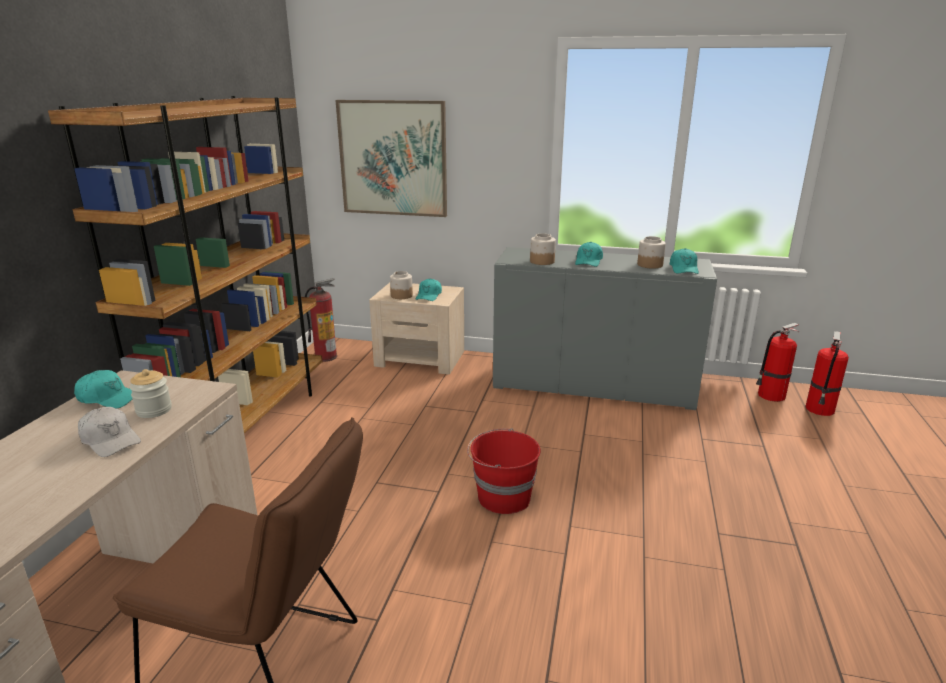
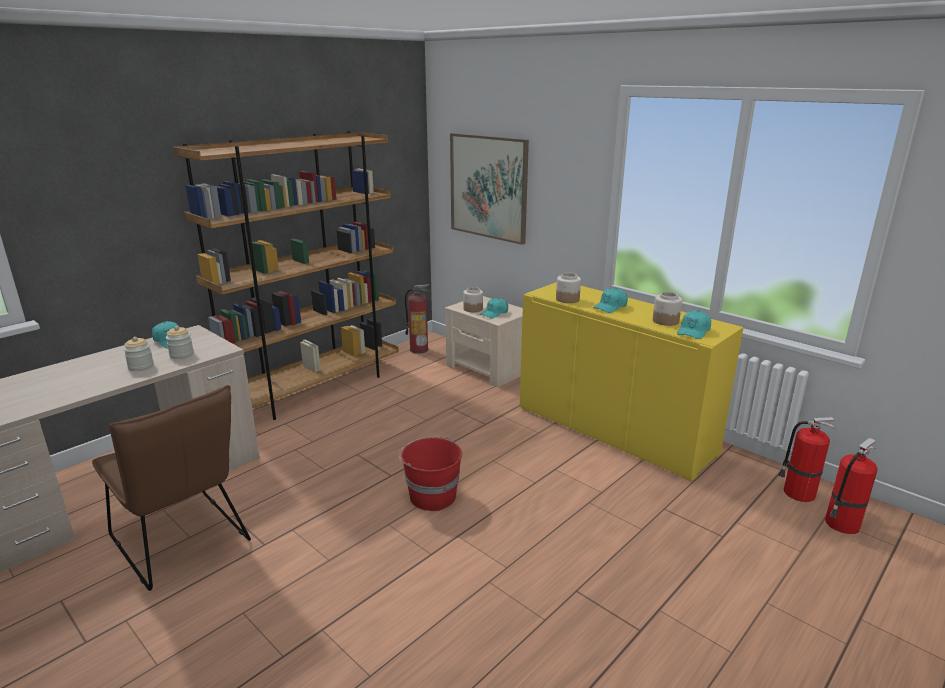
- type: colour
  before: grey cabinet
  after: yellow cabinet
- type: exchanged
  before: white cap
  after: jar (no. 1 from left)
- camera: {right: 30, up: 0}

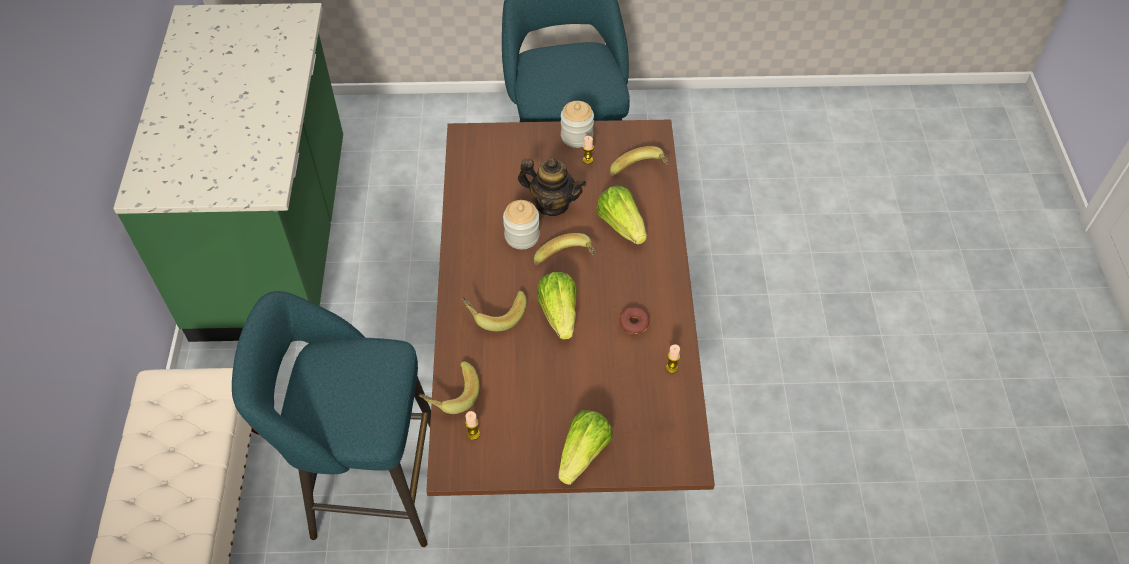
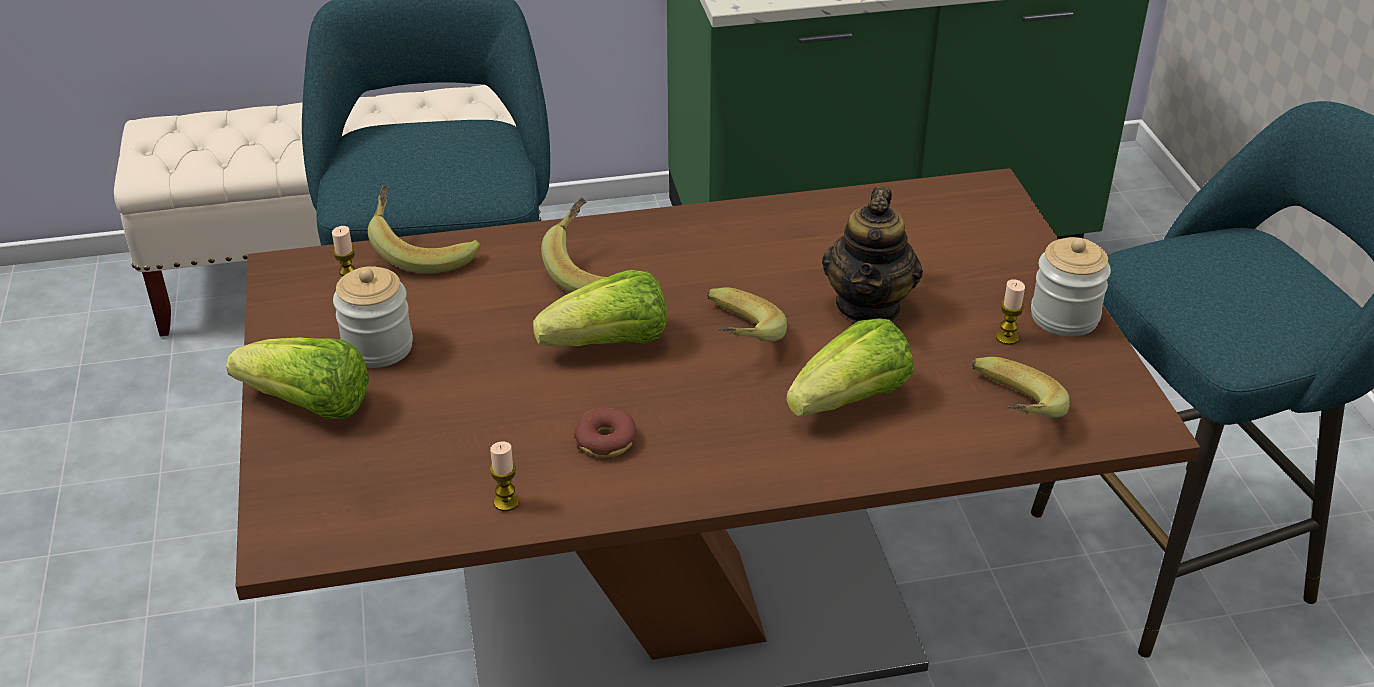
- type: relocated
  before: jar (no. 1 from left)
- camera: {right: 80, up: -15}

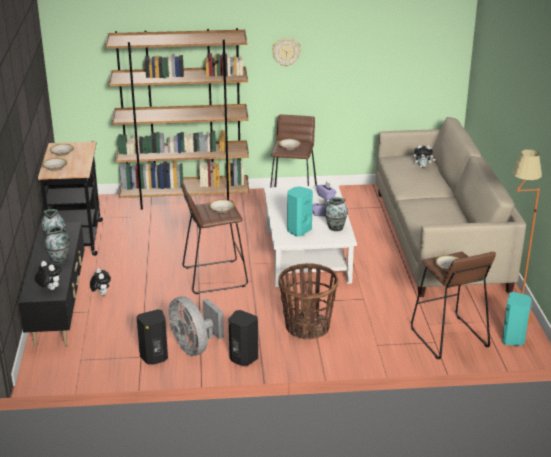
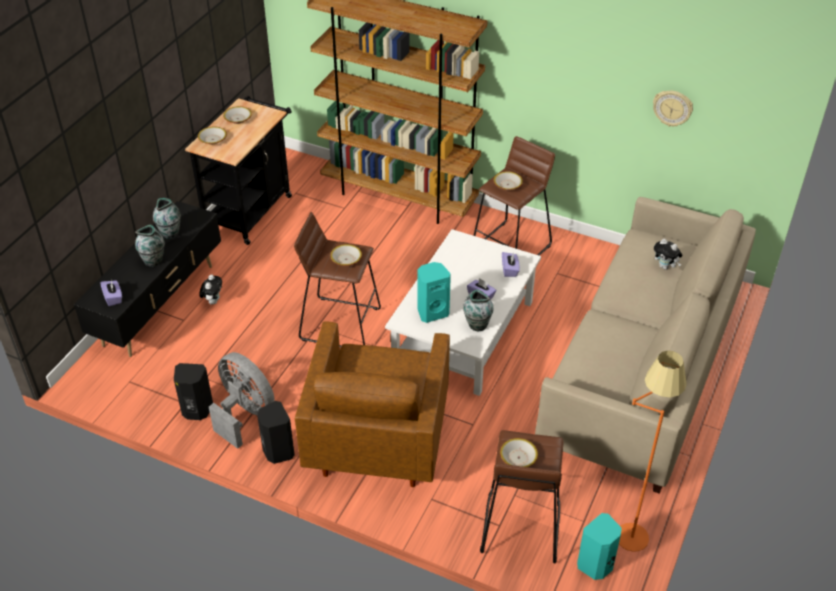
- type: relocated
  before: wall clock
- type: exchanged
  before: plush toy (no. 1 from left)
  after: purple tissue box (no. 1 from left)
- type: exchanged
  before: basket
  after: brown armchair
- type: spun
  before: grey fan
  turn: 135
- camera: {right: 30, up: 15}

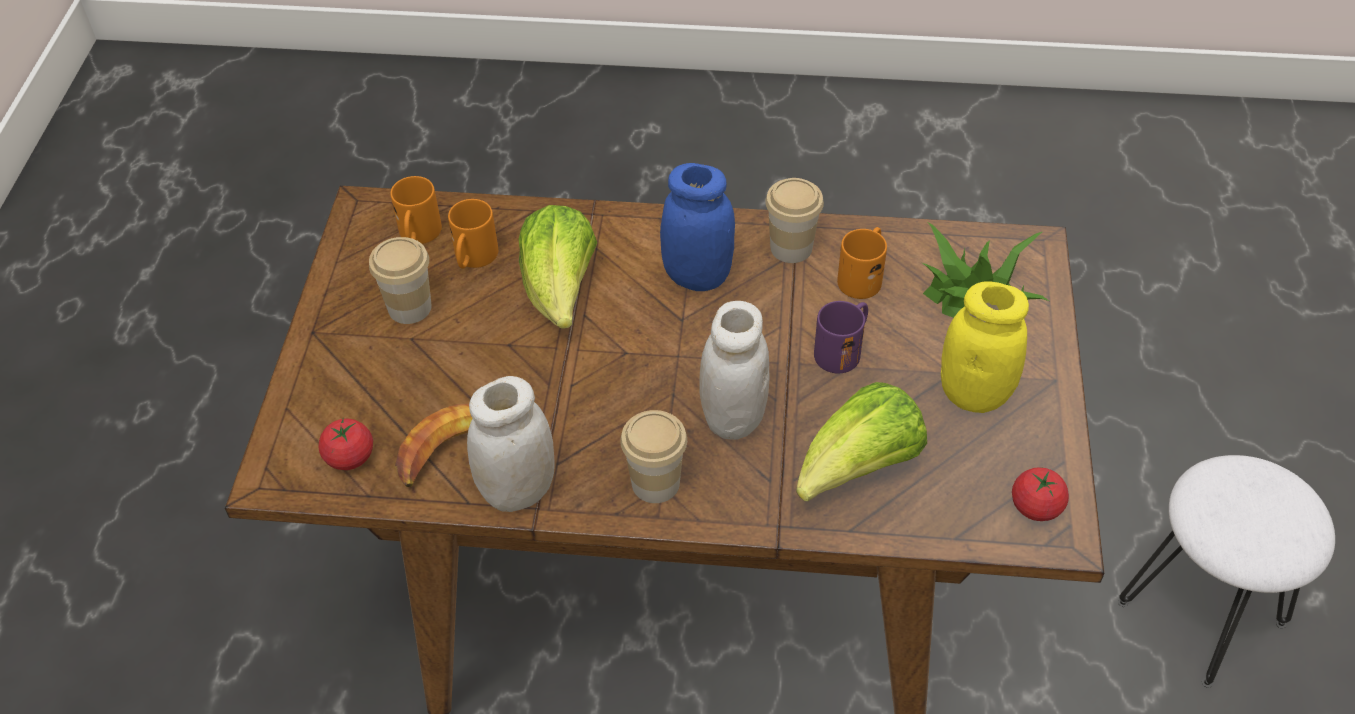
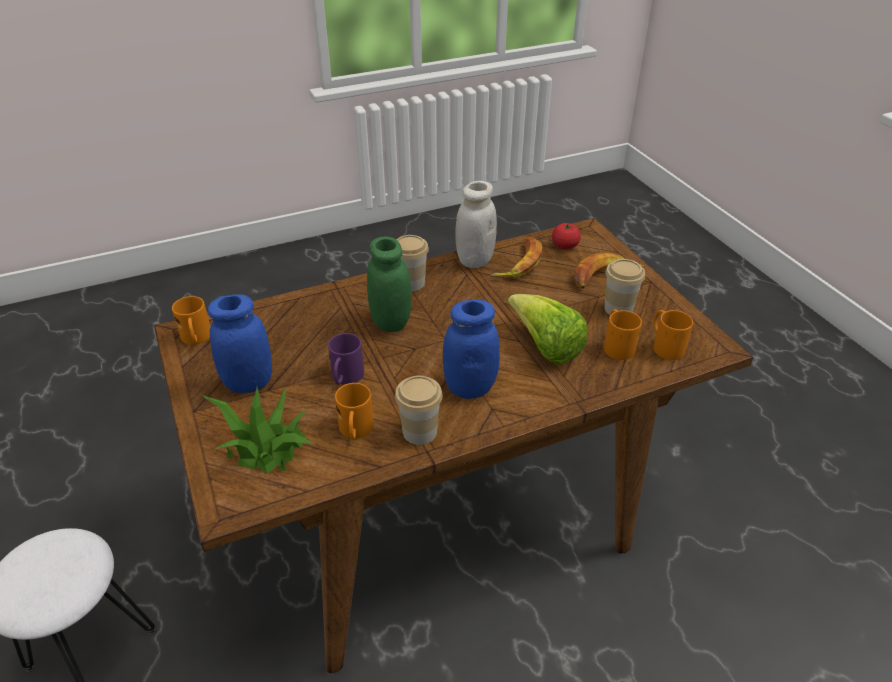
- type: colour
  before: yellow jar
  after: blue jar (no. 1 from left)
- type: colour
  before: white jar (no. 2 from left)
  after: green jar
- type: missing
  before: lettuce (no. 2 from left)
- type: exchanged
  before: tomato (no. 2 from left)
  after: orange mug (no. 1 from left)
- type: appeared
  after: banana (no. 2 from left)
- camera: {right: 150, up: -10}

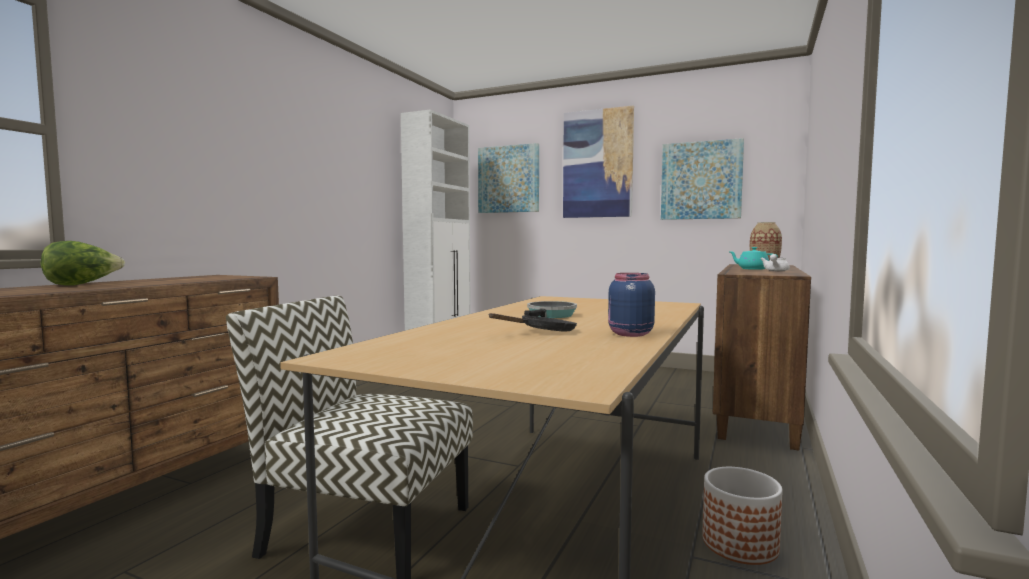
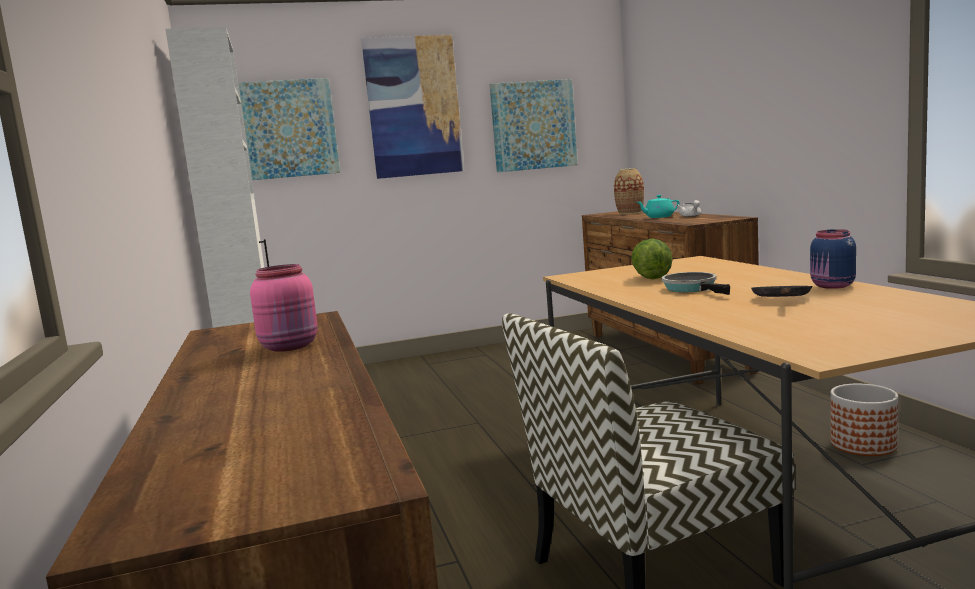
- type: relocated
  before: lettuce
- type: appeared
  after: pink jar
- camera: {right: -40, up: 5}

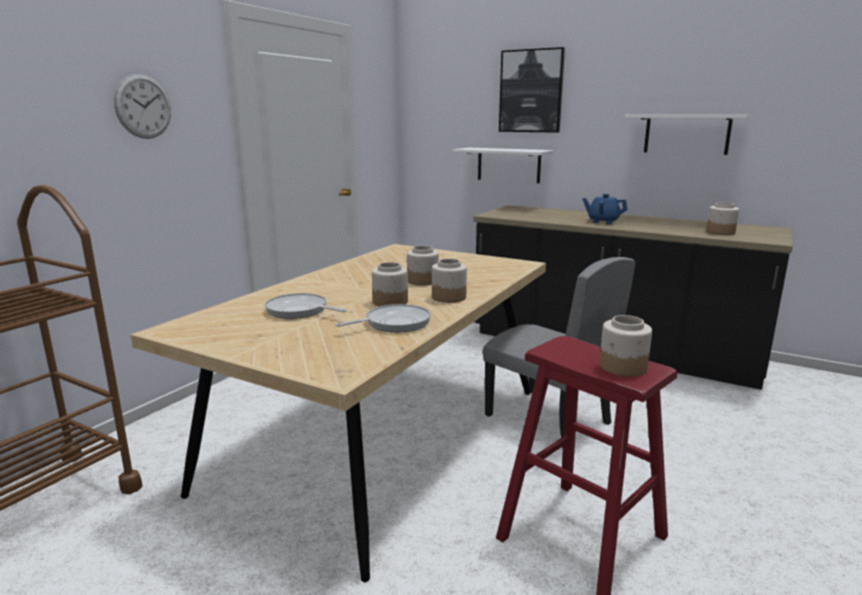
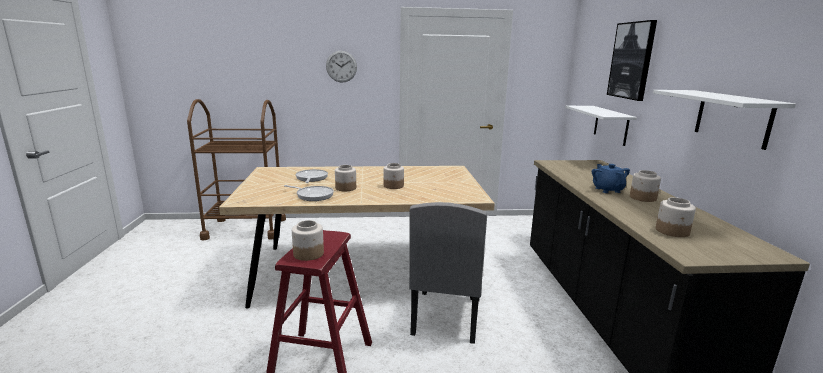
- type: relocated
  before: jar (no. 3 from left in the first image)
  after: jar (no. 4 from left)
- camera: {right: 55, up: 0}

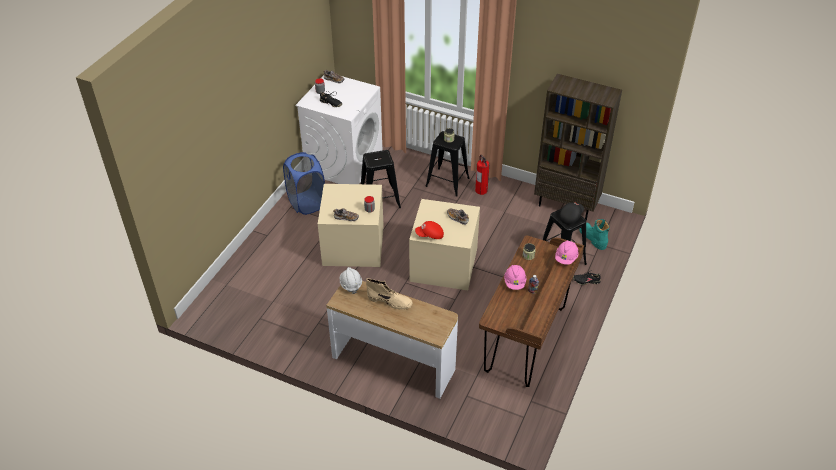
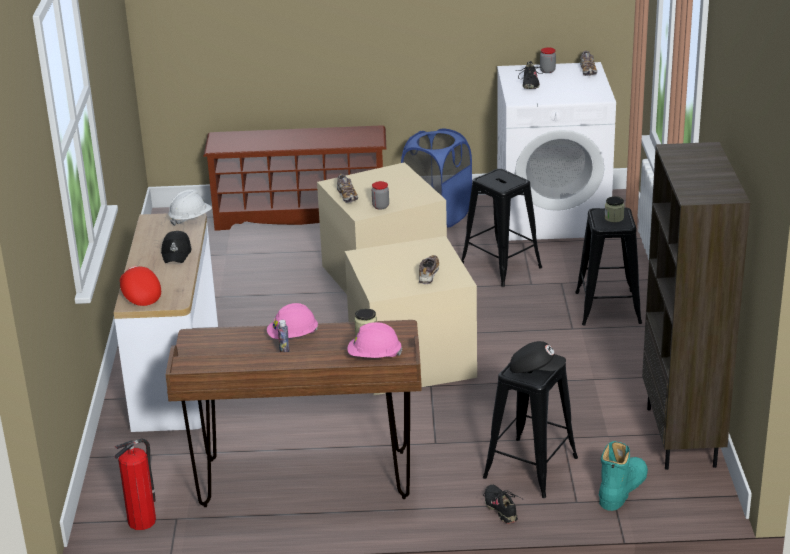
- type: relocated
  before: fire extinguisher
- type: relocated
  before: red cap
- type: exchanged
  before: beige boot
  after: black cap (no. 1 from left)
- type: appeared
  after: brown shoe rack
- camera: {right: 65, up: -15}

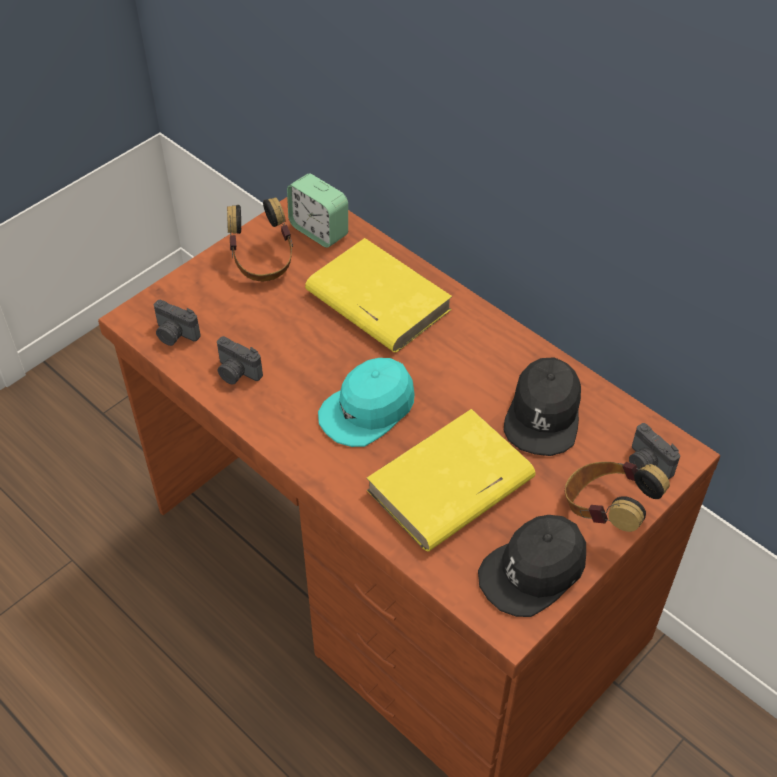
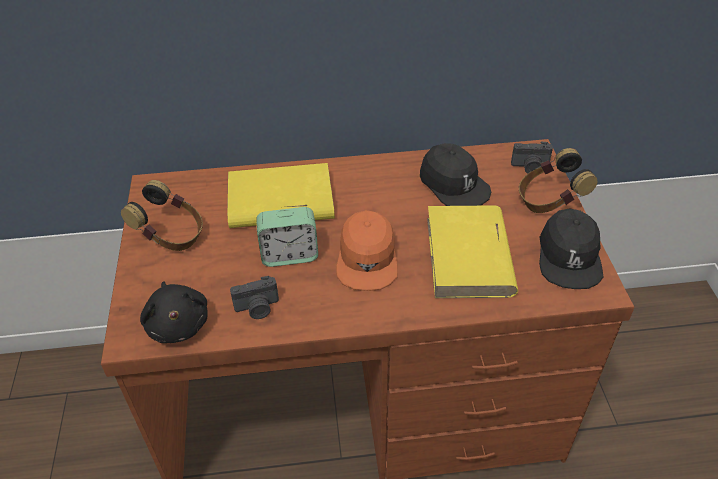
- type: relocated
  before: alarm clock
- type: exchanged
  before: photo camera (no. 1 from left)
  after: black plush toy
- type: colour
  before: turquoise cap
  after: orange cap
- camera: {right: -50, up: -5}

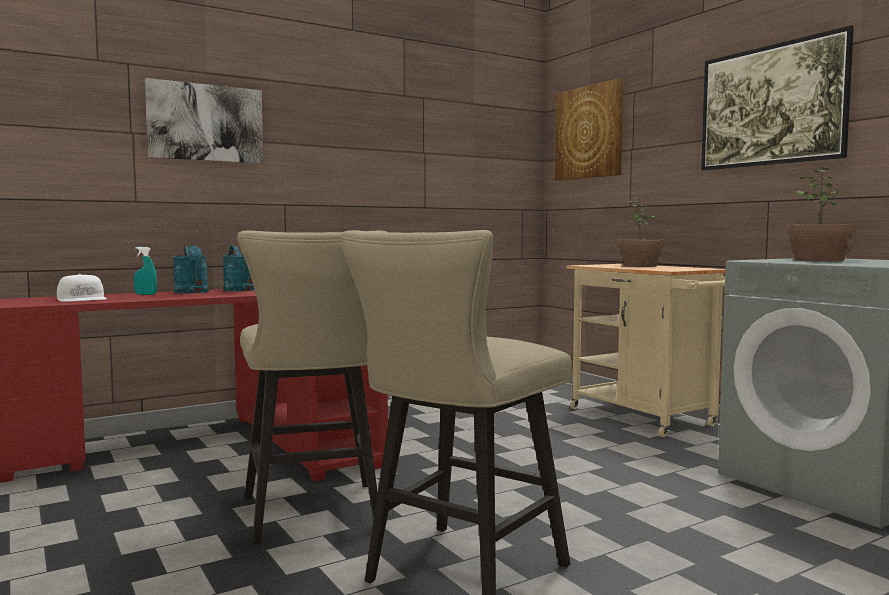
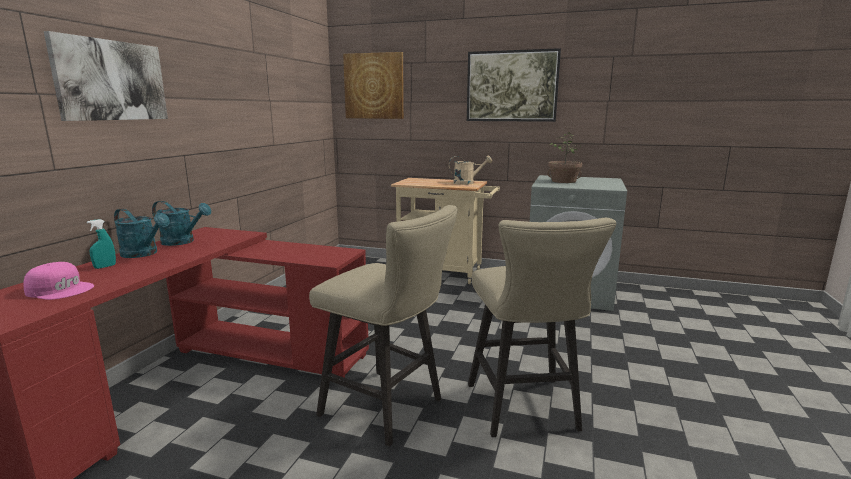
- type: missing
  before: potted plant (no. 1 from left)
- type: colour
  before: white cap
  after: pink cap
- type: appeared
  after: beige watering can
- camera: {right: -40, up: 10}

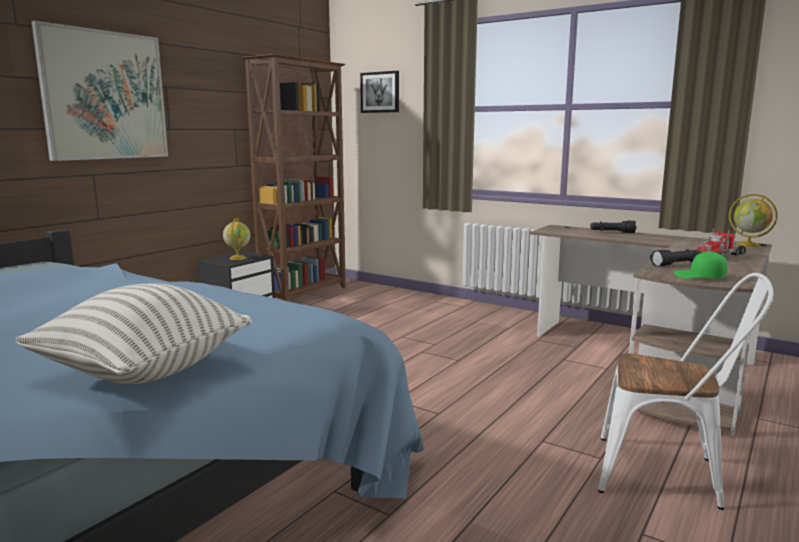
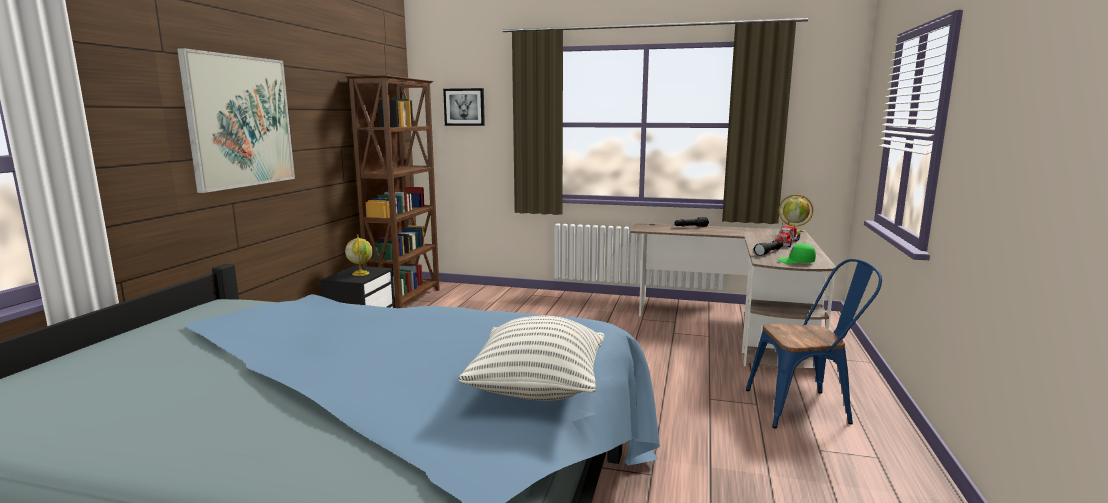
- type: colour
  before: white chair
  after: blue chair
- camera: {right: -20, up: 0}

